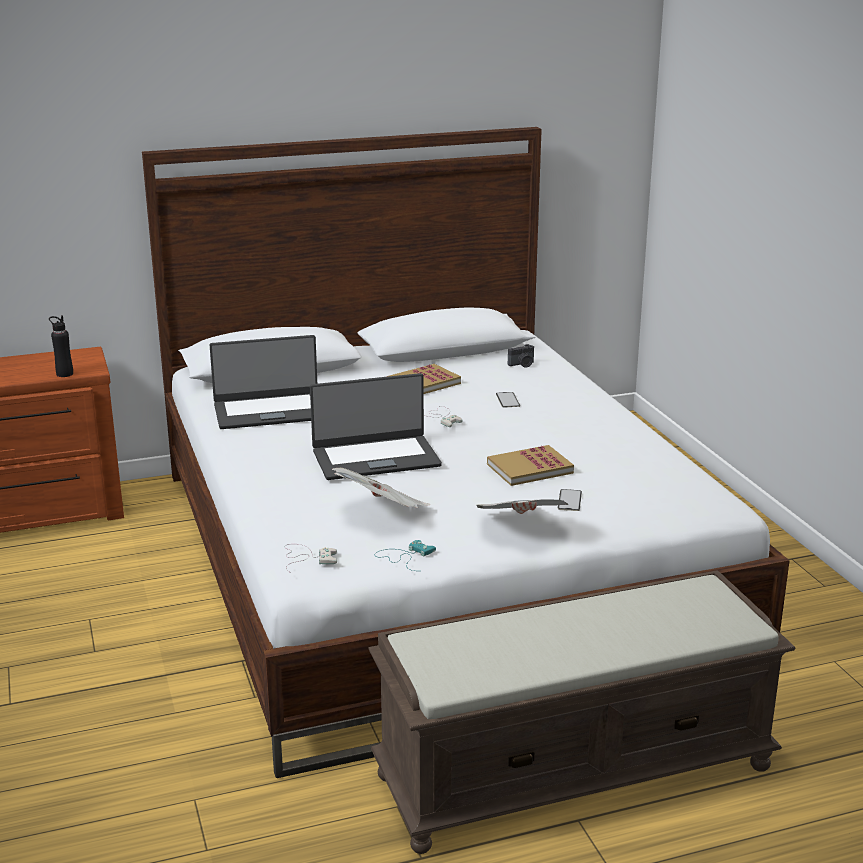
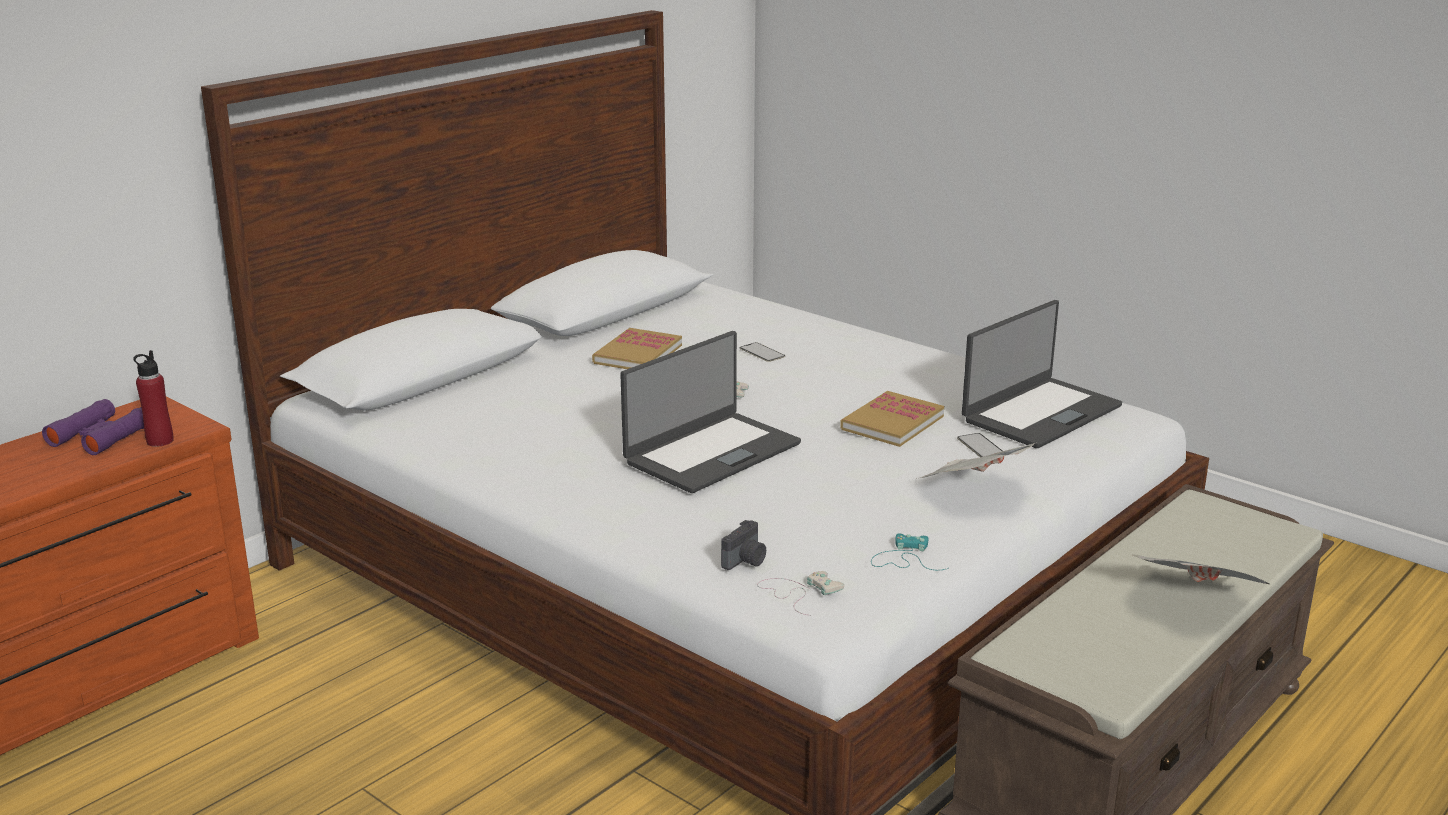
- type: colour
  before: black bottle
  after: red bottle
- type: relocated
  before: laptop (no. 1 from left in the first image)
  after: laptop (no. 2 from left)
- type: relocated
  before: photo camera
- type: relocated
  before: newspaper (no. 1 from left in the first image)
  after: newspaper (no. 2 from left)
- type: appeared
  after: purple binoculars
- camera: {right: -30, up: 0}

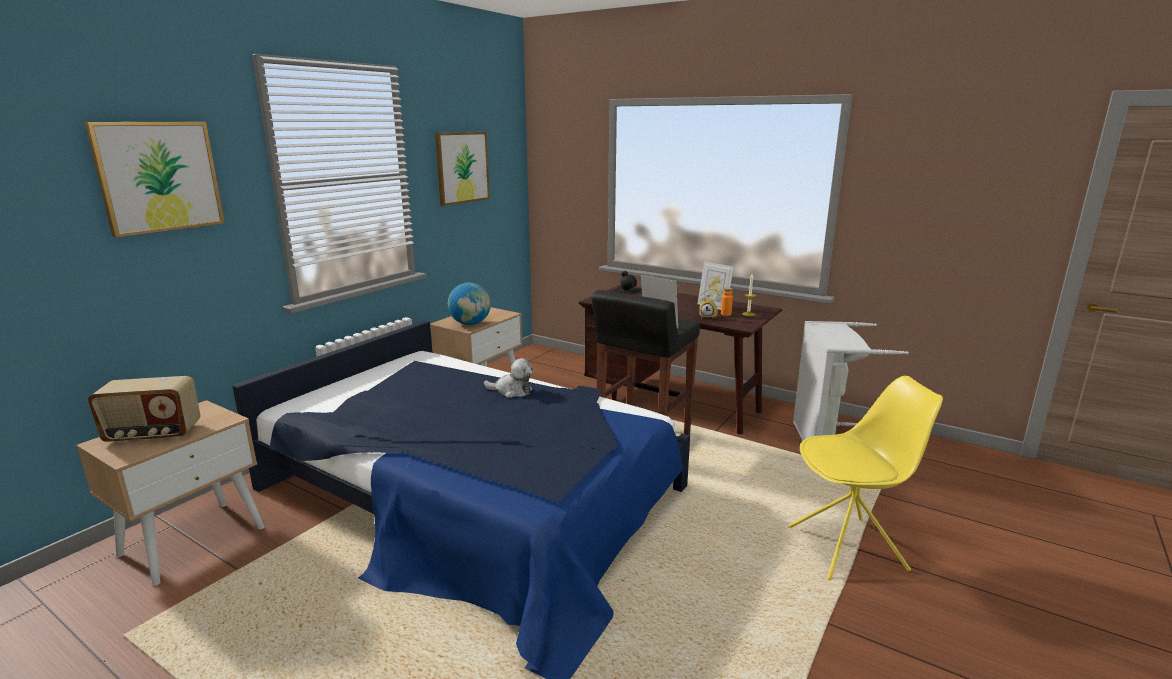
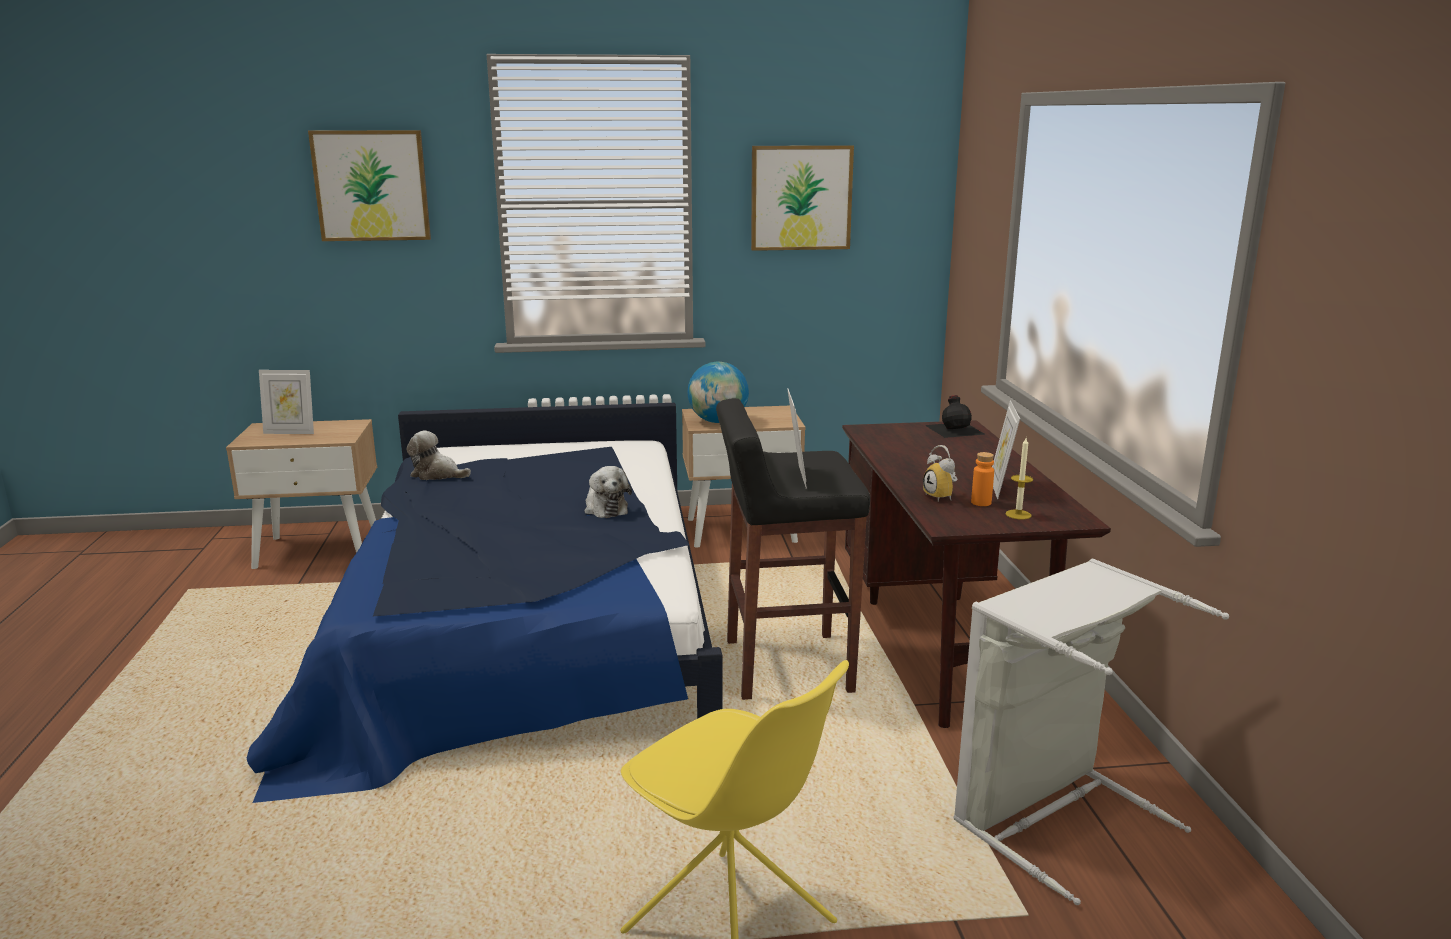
- type: exchanged
  before: radio
  after: picture frame (no. 1 from left)
- type: appeared
  after: plush toy (no. 1 from left)
- camera: {right: 50, up: 0}

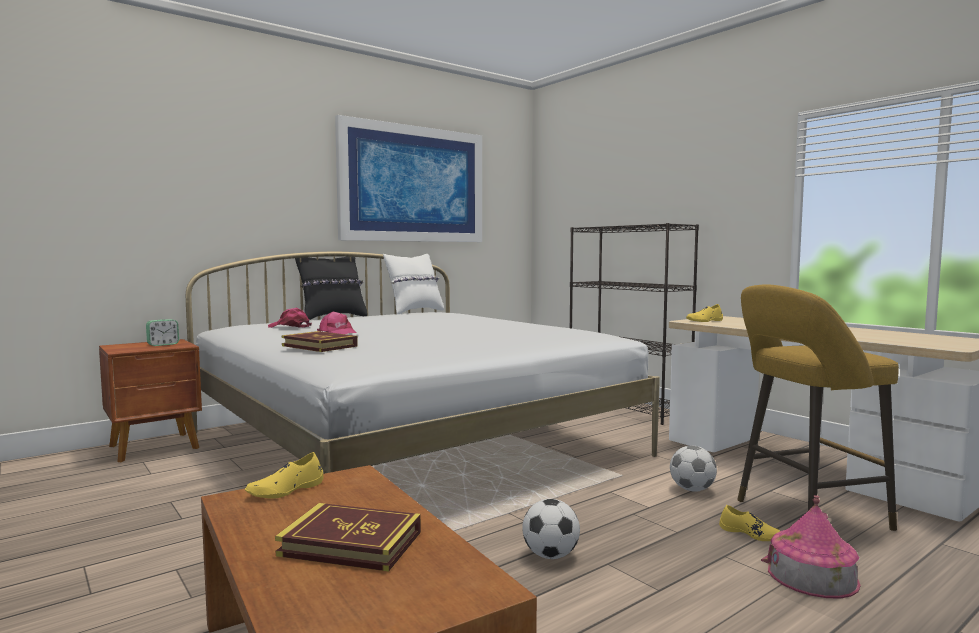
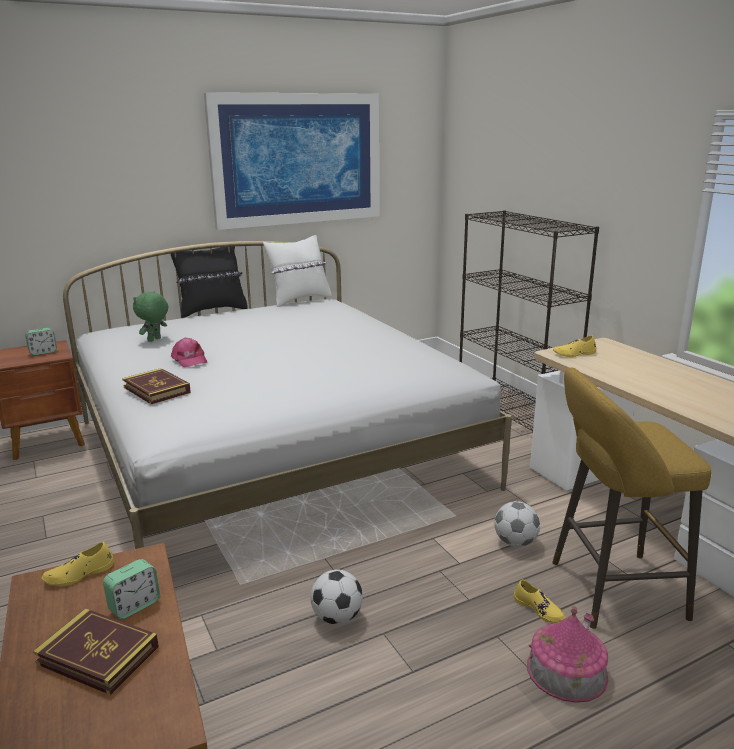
- type: exchanged
  before: pink cap (no. 1 from left)
  after: green plush toy
- type: appeared
  after: alarm clock (no. 2 from left)
- camera: {right: 10, up: 15}

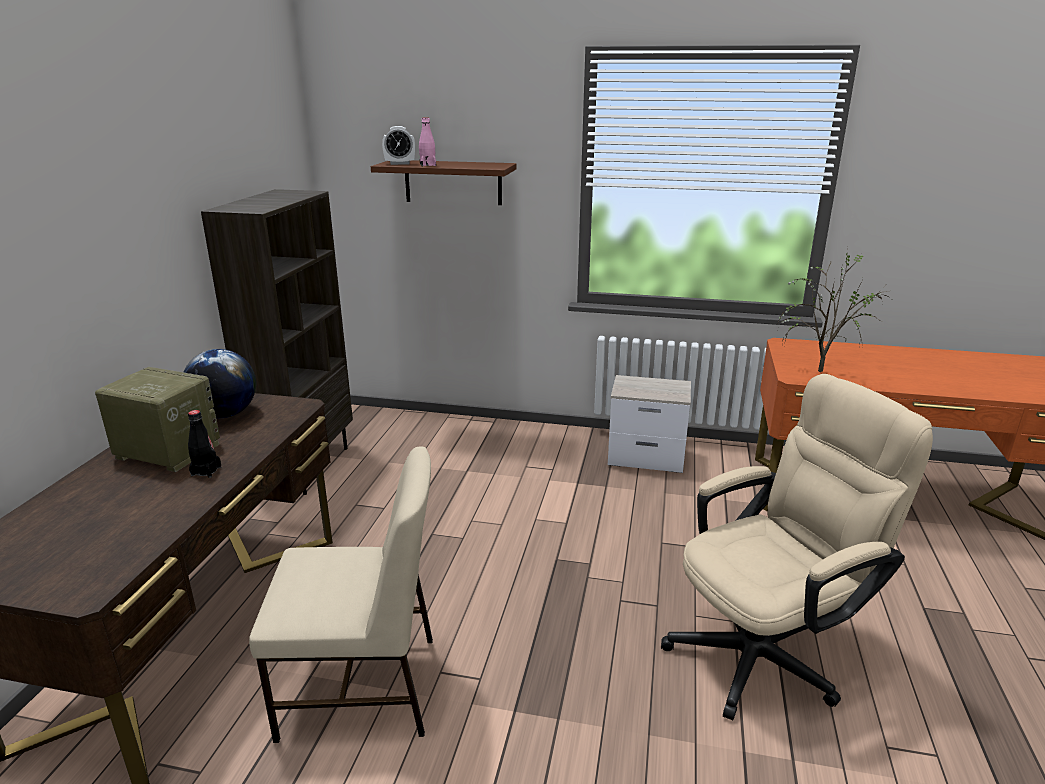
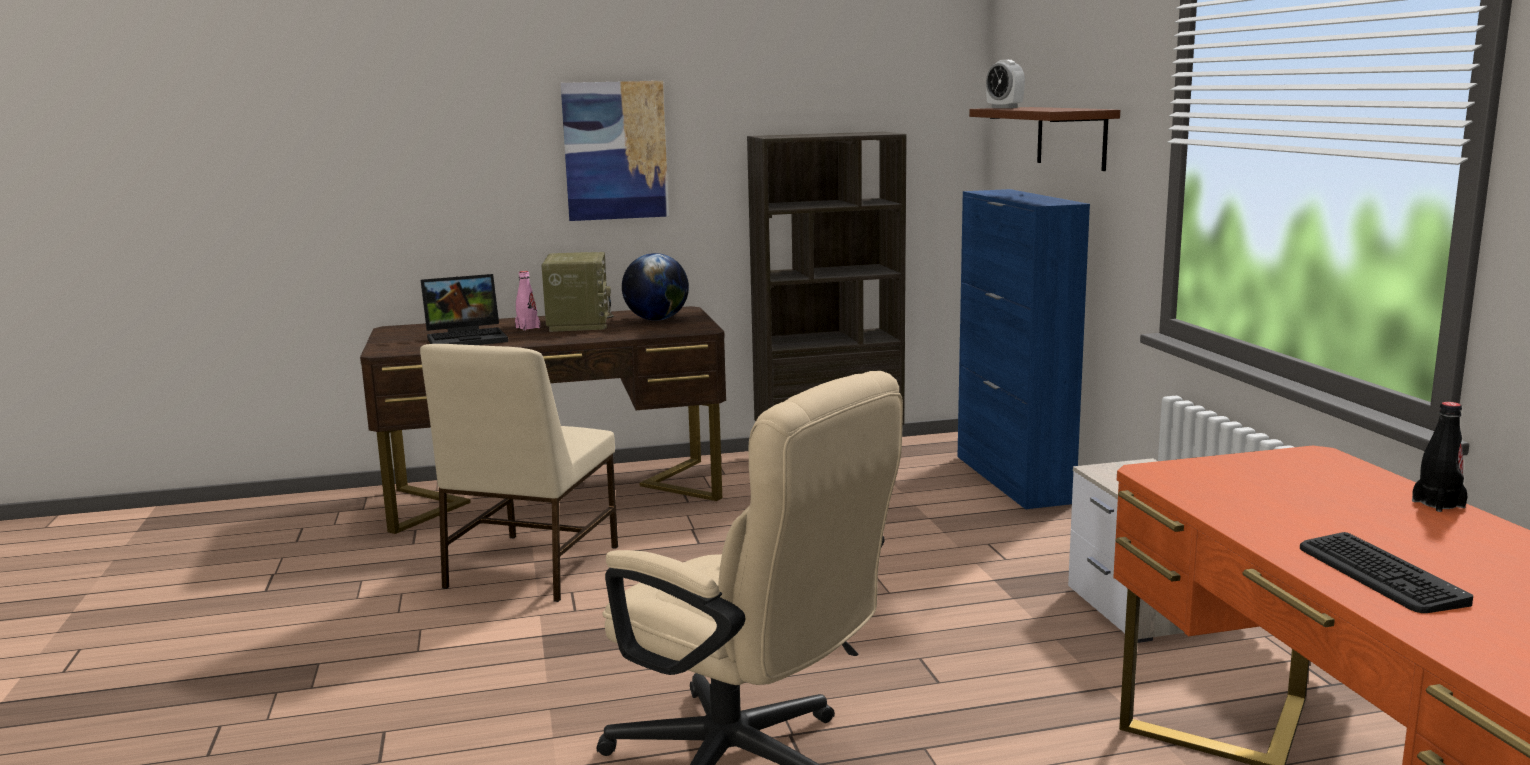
- type: relocated
  before: pink bottle
- type: missing
  before: potted plant
- type: relocated
  before: black bottle
- type: spun
  before: beige chair
  turn: 45
- type: appeared
  after: picture
- type: appeared
  after: blue cabinet
- type: appeared
  after: laptop
- type: appeared
  after: keyboard
- camera: {right: 65, up: -10}

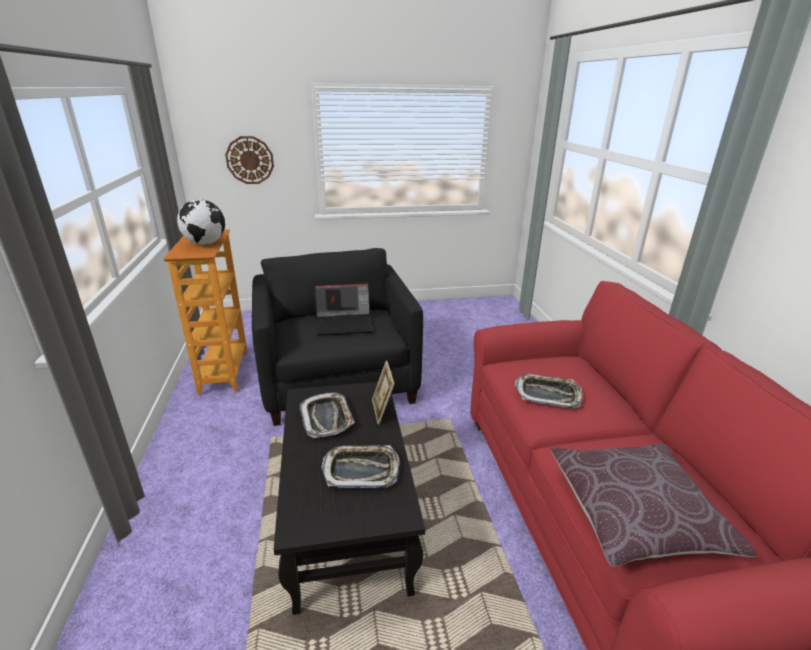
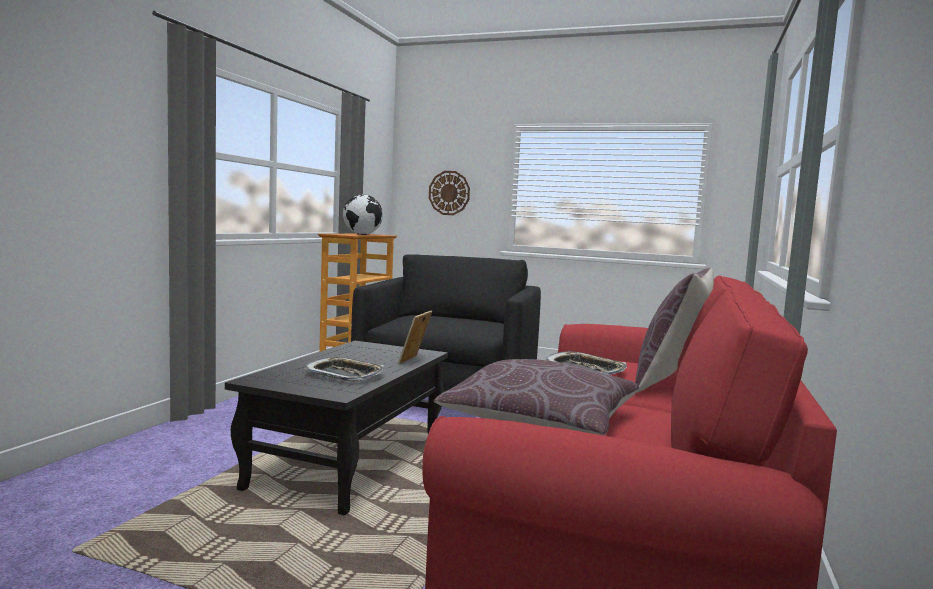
- type: missing
  before: laptop
- type: missing
  before: tray (no. 1 from left)
- type: appeared
  after: brown pillow (no. 2 from left)
- camera: {right: 30, up: -20}

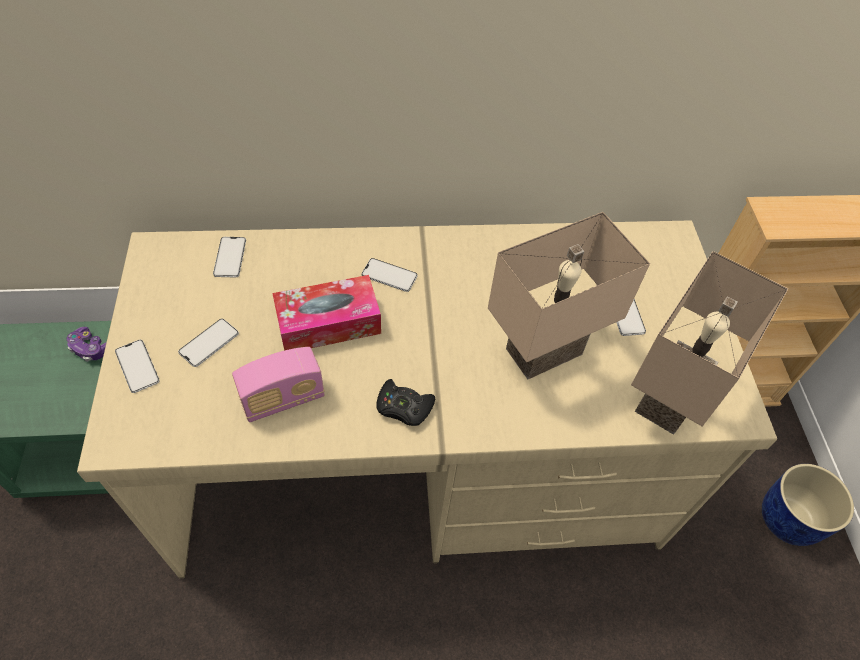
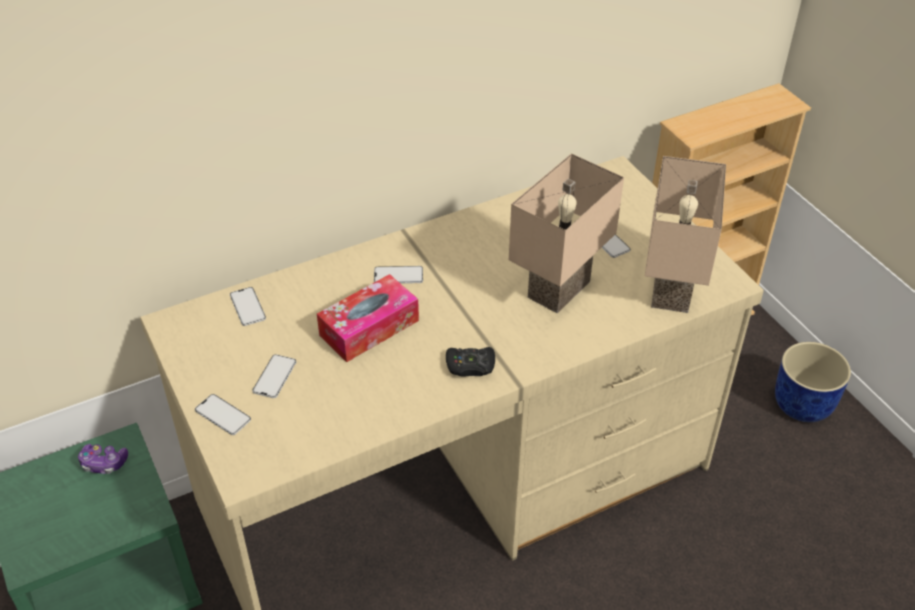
- type: missing
  before: radio
- camera: {right: -20, up: -10}

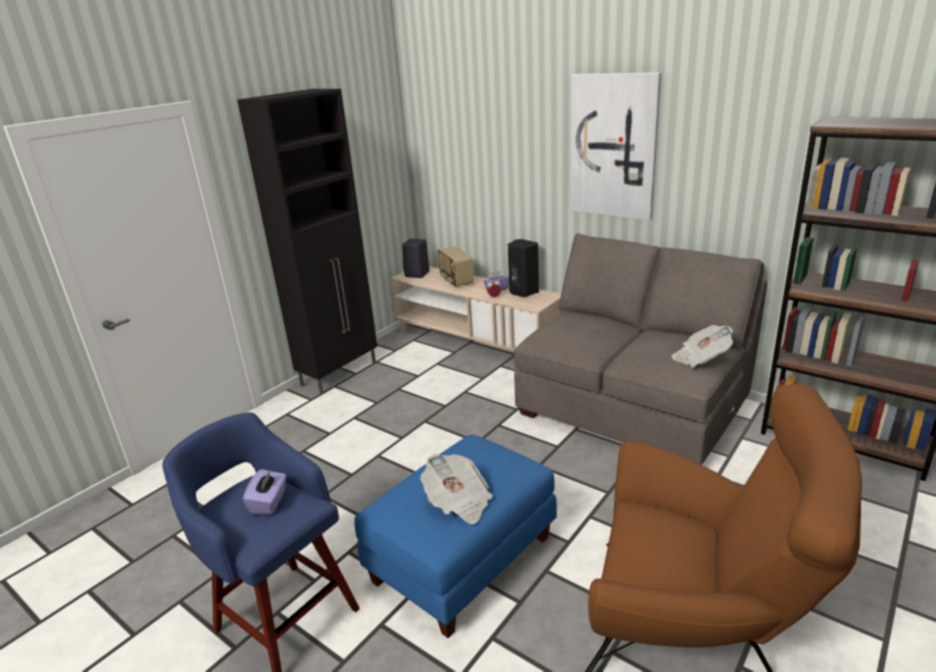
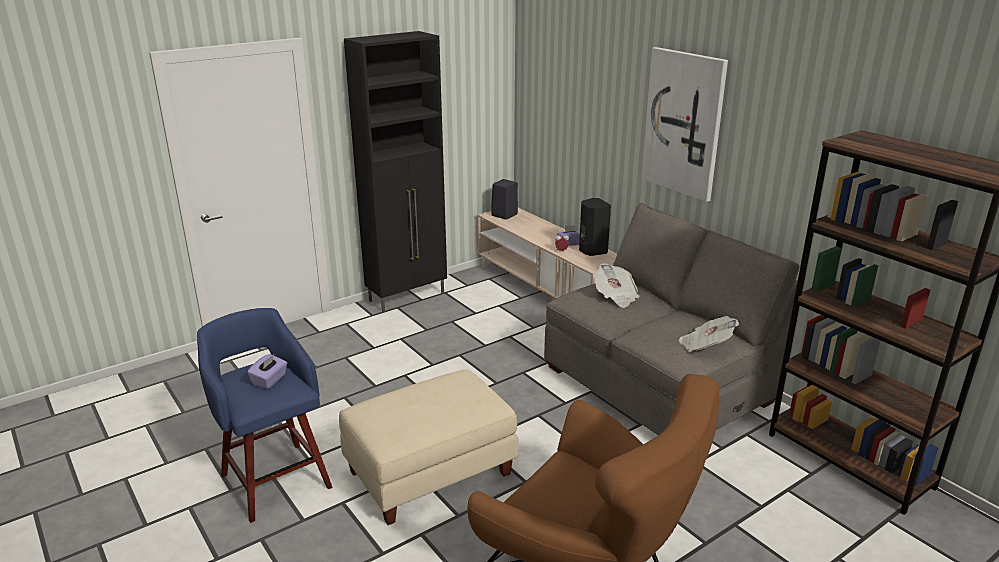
- type: missing
  before: radio
- type: colour
  before: blue ottoman
  after: beige ottoman
- type: relocated
  before: newspaper (no. 1 from left)
- camera: {right: 15, up: 0}

